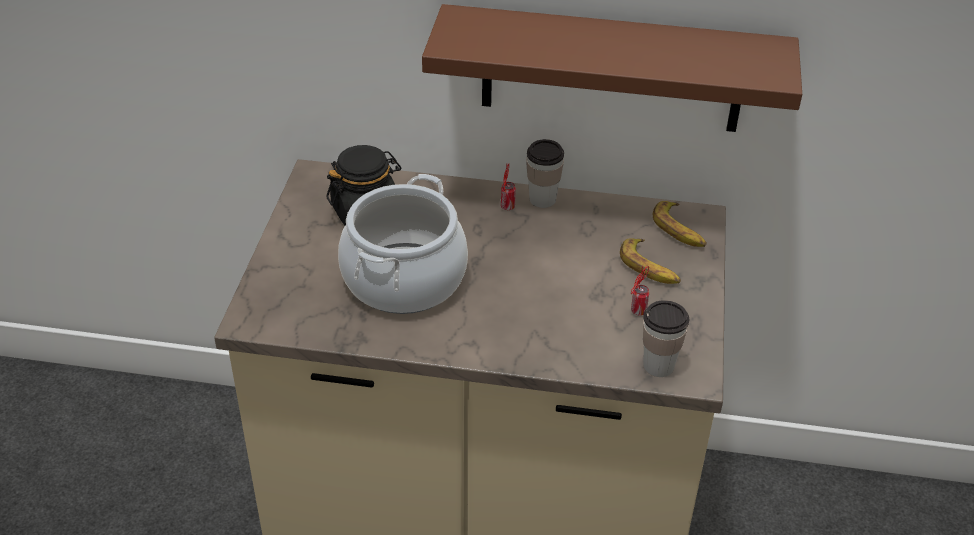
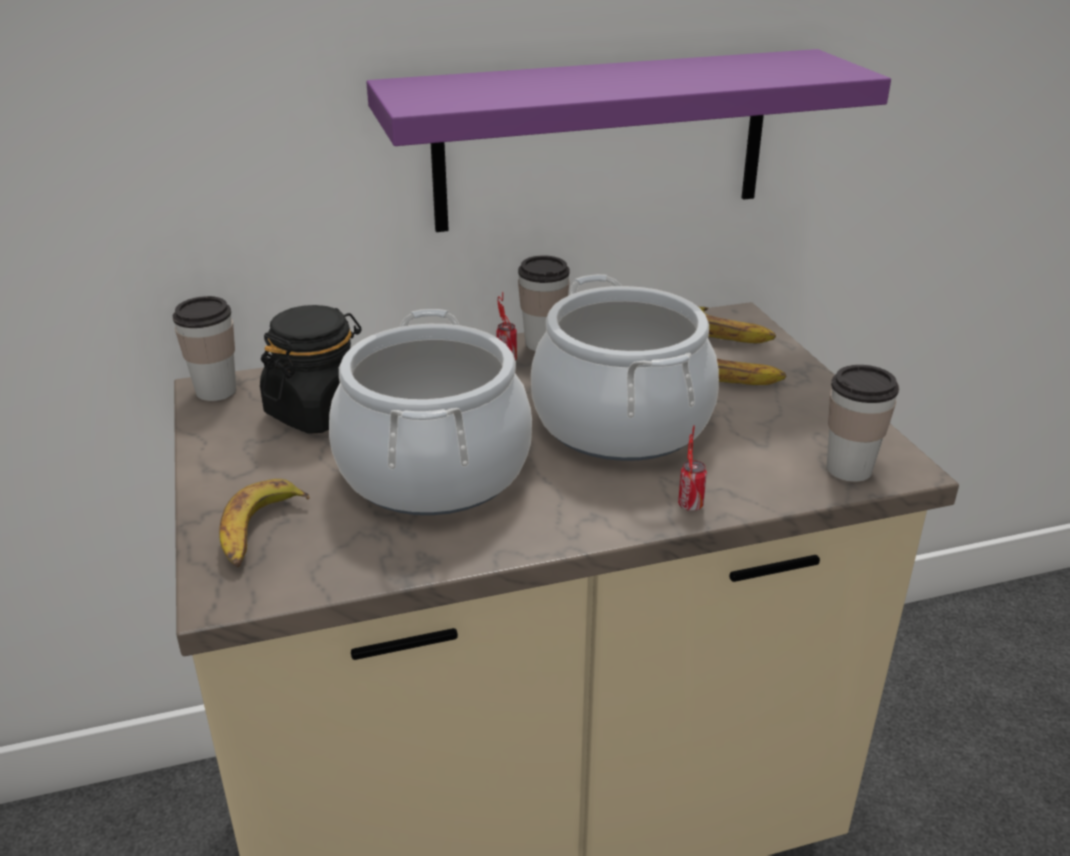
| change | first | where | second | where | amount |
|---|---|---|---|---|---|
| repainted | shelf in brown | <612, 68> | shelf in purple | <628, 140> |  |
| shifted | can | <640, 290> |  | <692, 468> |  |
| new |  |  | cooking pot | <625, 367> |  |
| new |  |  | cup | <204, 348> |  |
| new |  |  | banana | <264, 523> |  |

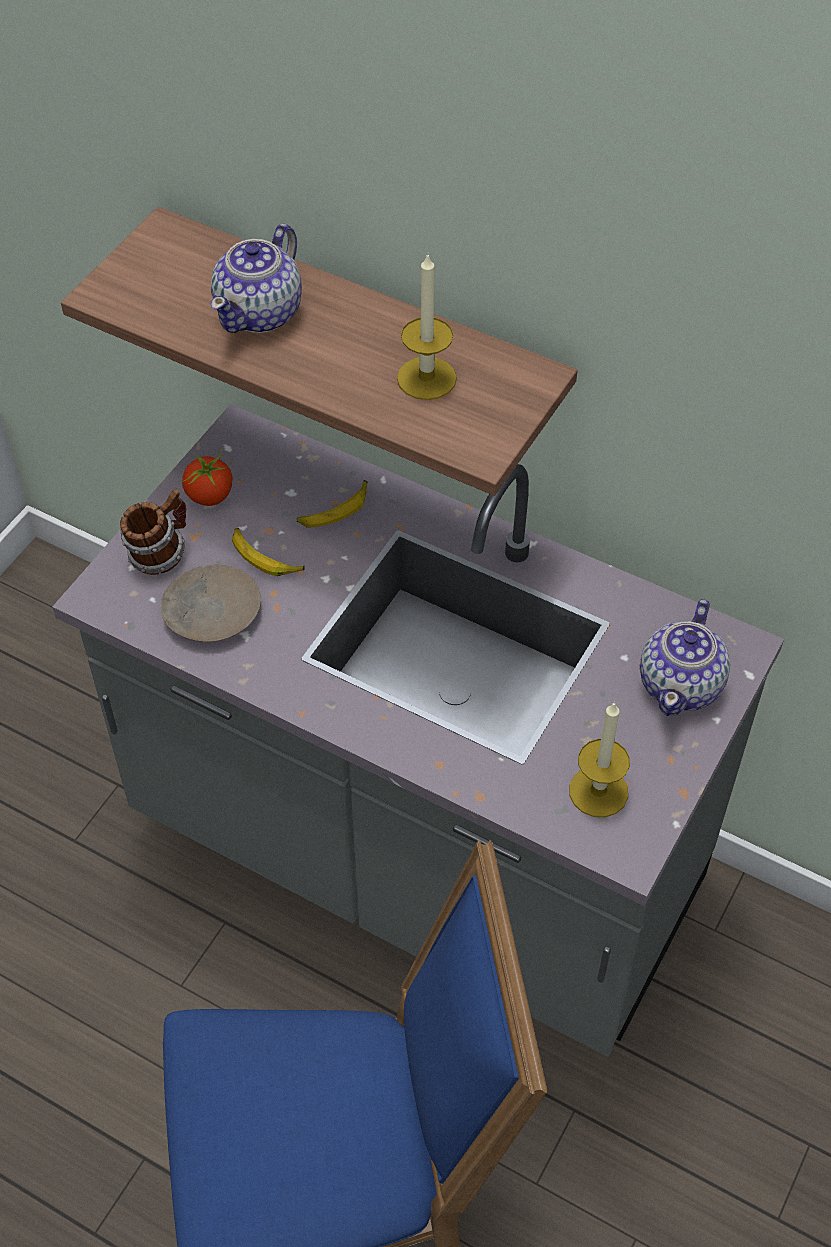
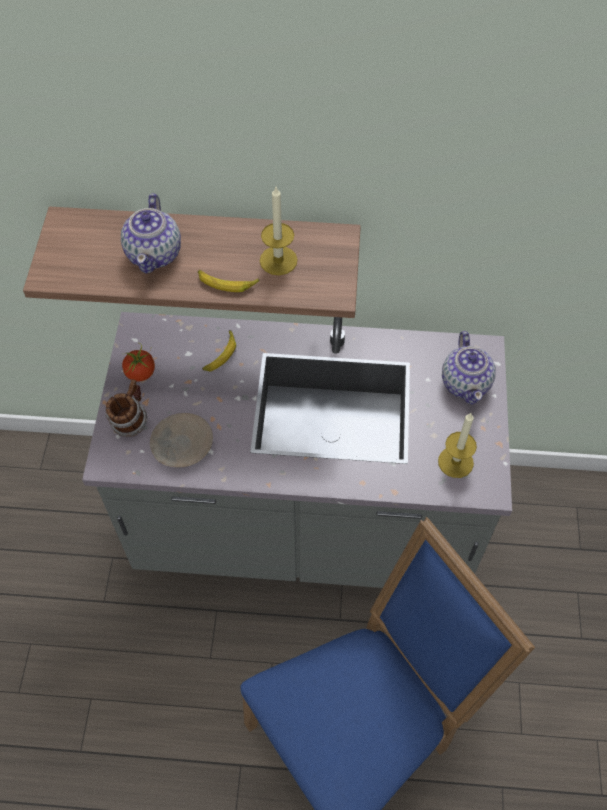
| change | first | where | second | where | amount |
|---|---|---|---|---|---|
| shifted | banana | <268, 552> |  | <229, 281> |  |

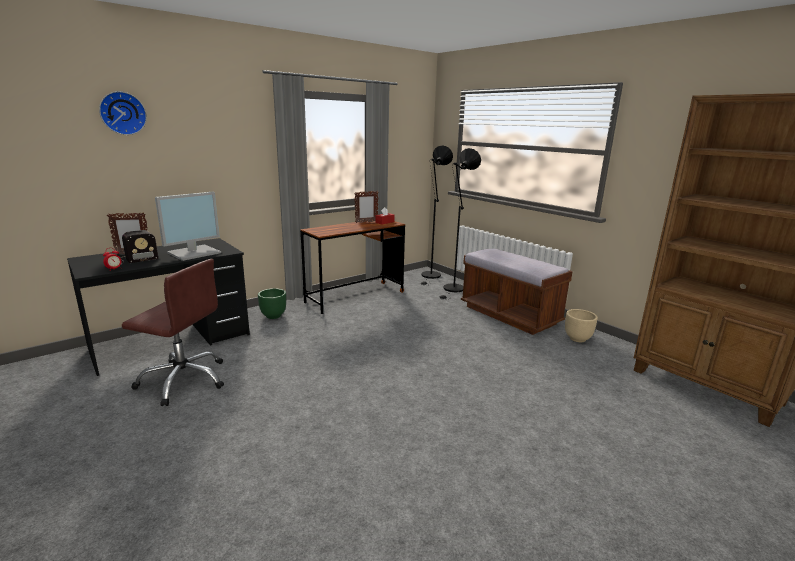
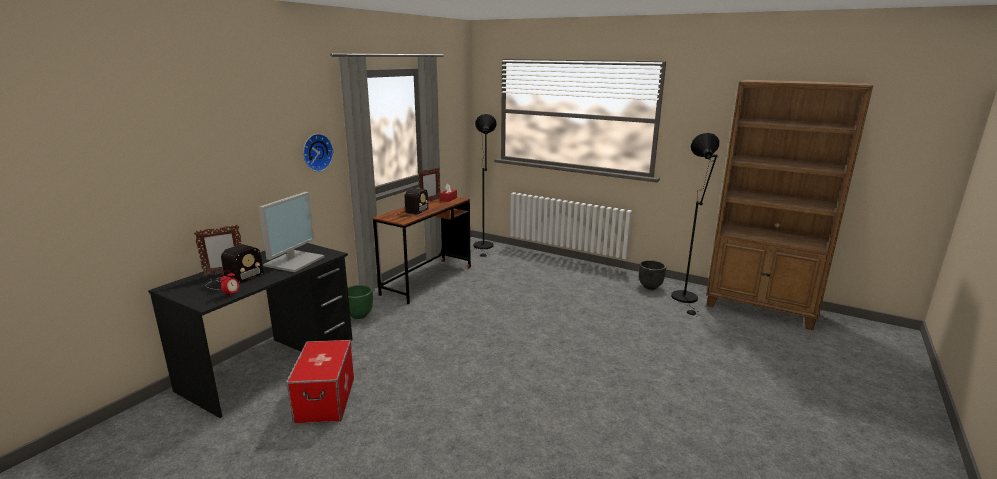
| change | first | where | second | where | amount |
|---|---|---|---|---|---|
| shifted | wall clock | <123, 113> |  | <318, 153> |  |
| shifted | floor lamp in black | <460, 224> |  | <695, 224> |  |
| gone | bench in brown | <517, 291> |  |  |  |
| swapped | office chair in brown | <173, 332> | storage box | <320, 382> |  |
| repainted | planter in beige | <581, 325> | planter in black | <652, 275> |  |
| new |  |  | radio | <412, 203> |  |

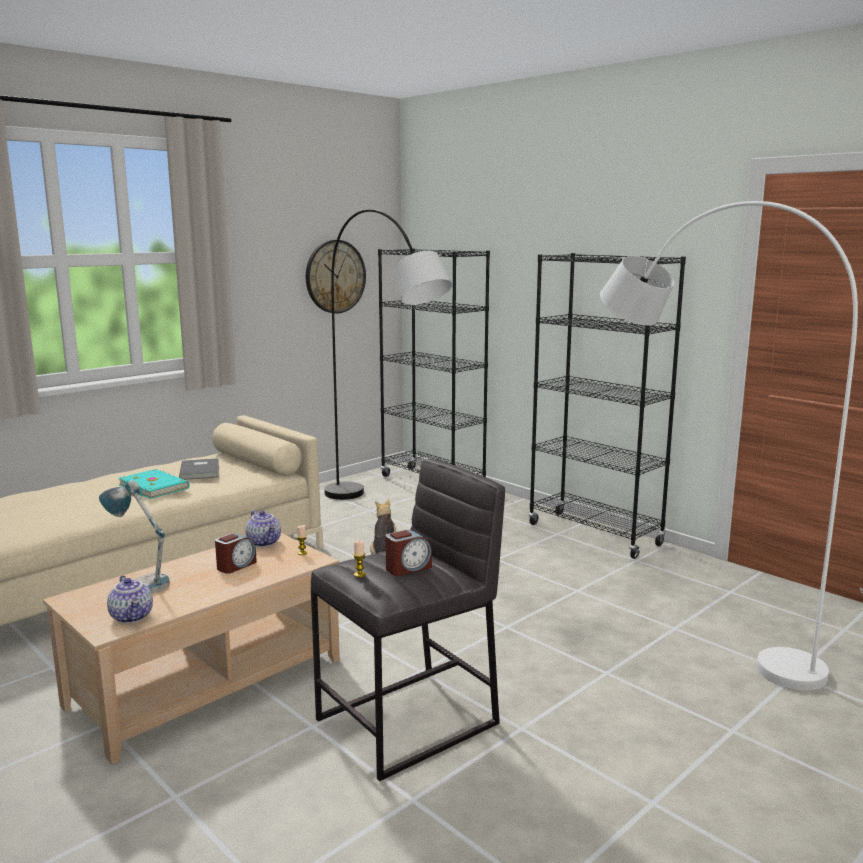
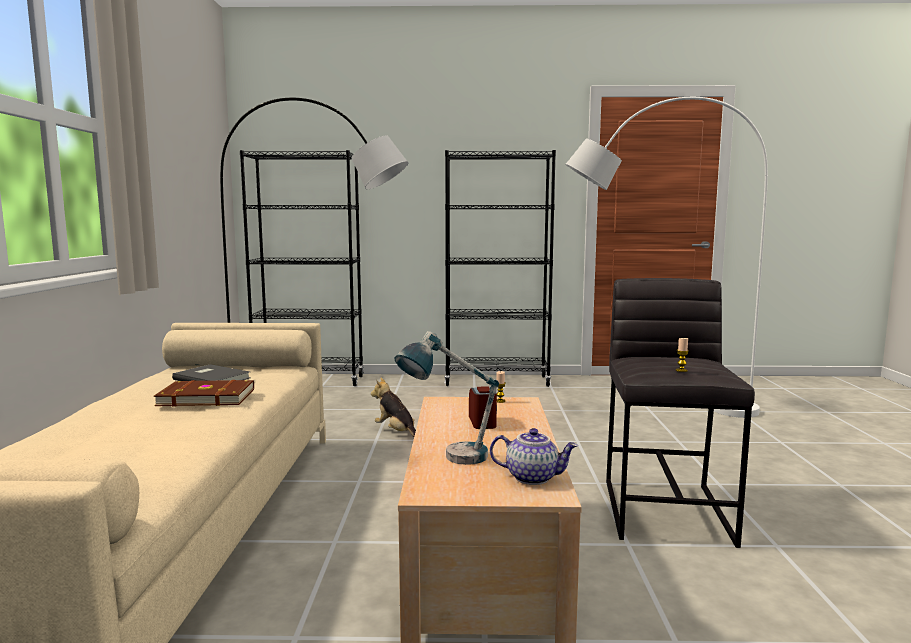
| change | first | where | second | where | amount |
|---|---|---|---|---|---|
| gone | wall clock | <336, 276> |  |  |  |
| repainted | book in turquoise | <154, 484> | book in brown | <204, 393> |  |
| gone | teapot | <263, 528> |  |  |  |
| gone | alarm clock | <408, 553> |  |  |  |

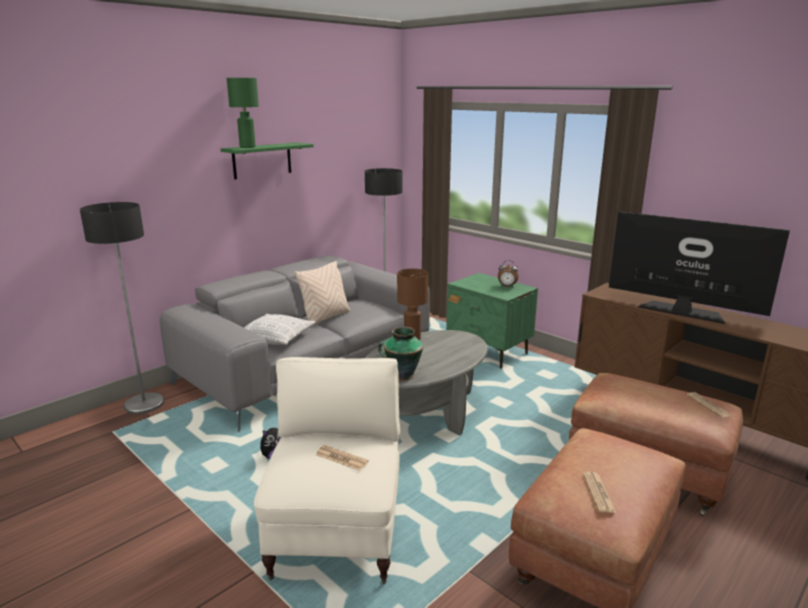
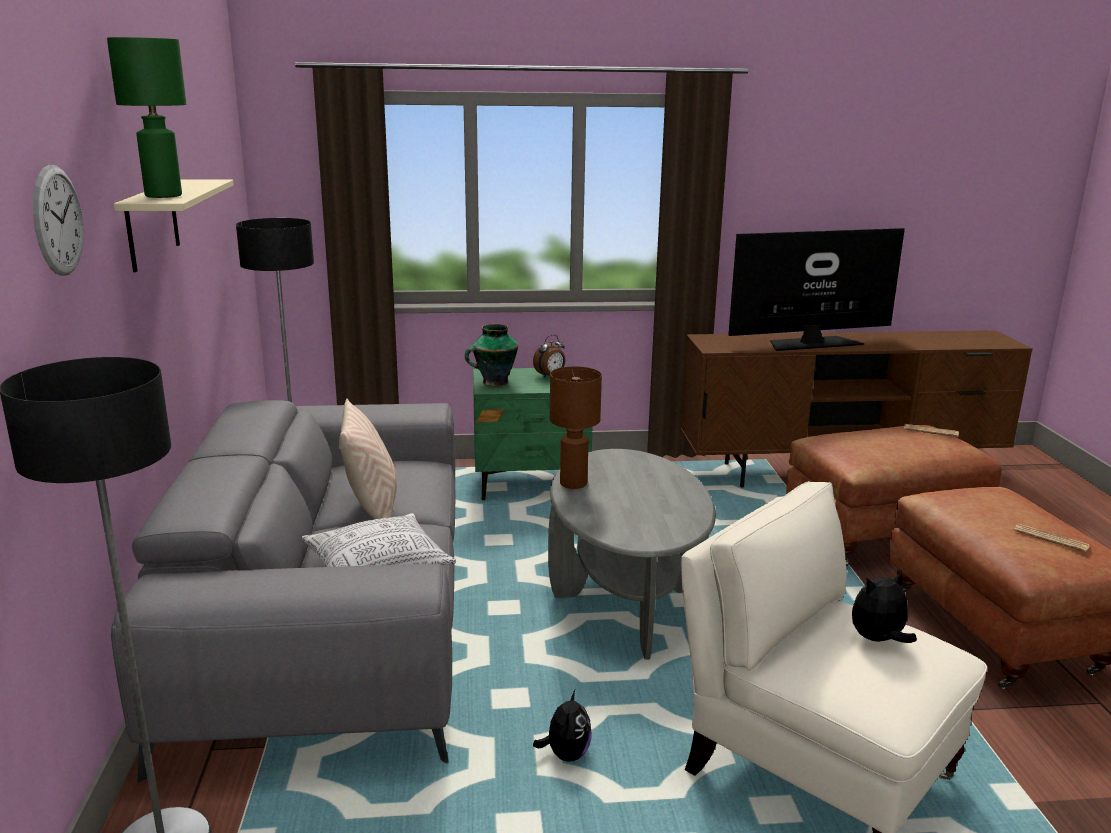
| change | first | where | second | where | amount |
|---|---|---|---|---|---|
| repainted | shelf in green | <267, 160> | shelf in beige | <174, 225> |  |
| shifted | vase | <400, 354> |  | <491, 355> |  |
| swapped | newspaper | <342, 458> | plush toy | <884, 607> |  |
| new |  |  | wall clock | <58, 220> |  |

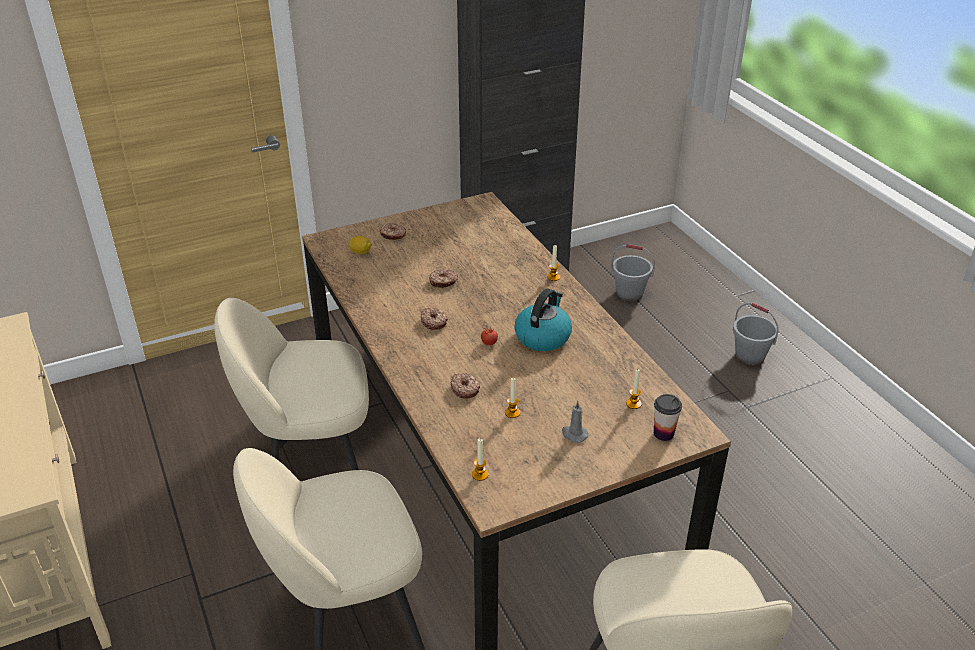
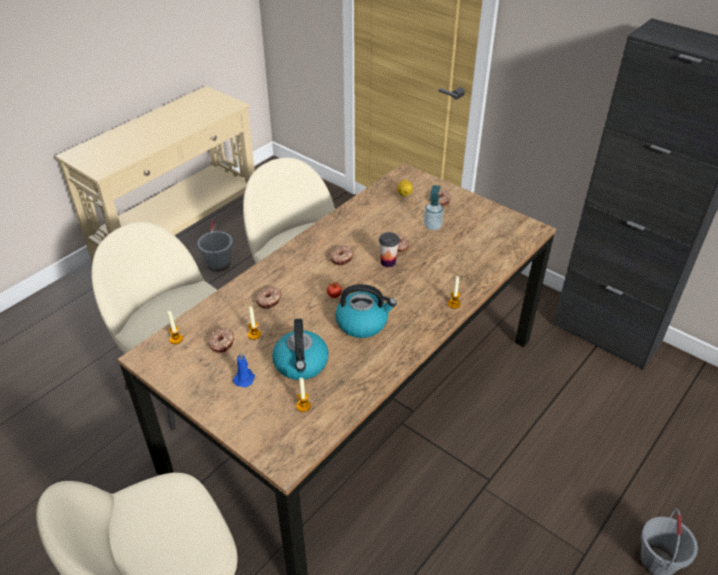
| change | first | where | second | where | amount |
|---|---|---|---|---|---|
| shifted | bucket in grey | <633, 272> |  | <215, 246> |  |
| shifted | cup | <668, 417> |  | <389, 249> |  |
| repainted | candle in grey | <575, 422> | candle in blue | <244, 369> |  |
| new |  |  | soap dispenser | <434, 207> |  |
| new |  |  | kettle | <300, 349> |  |
| new |  |  | donut | <221, 340> |  |

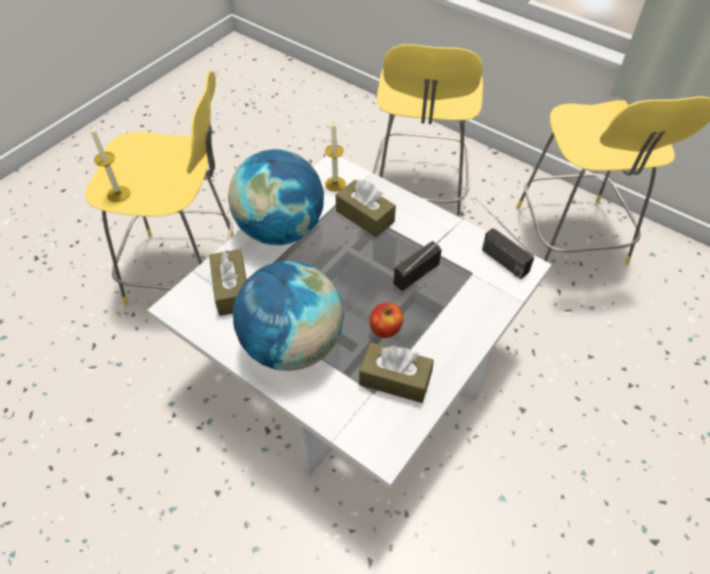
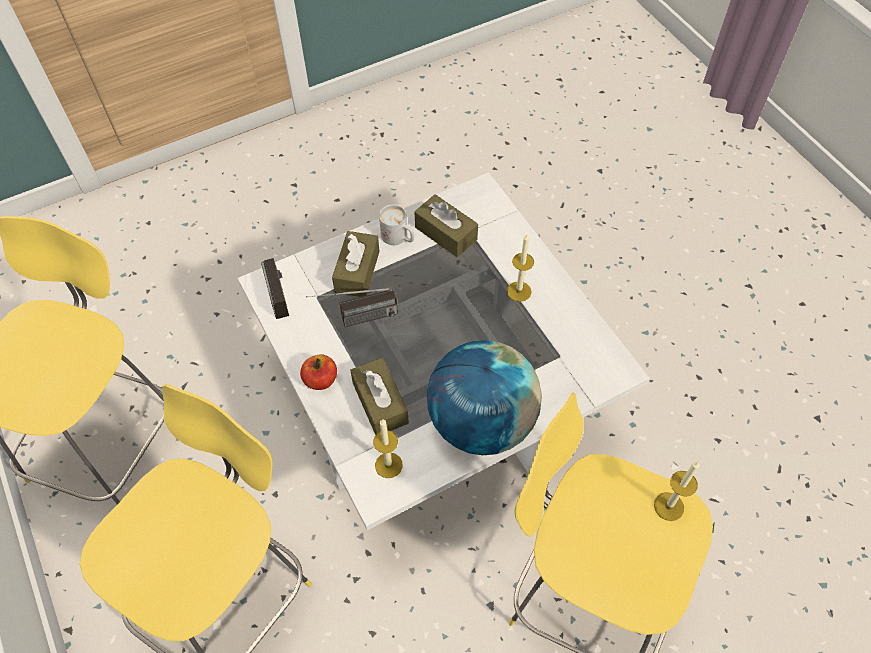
| change | first | where | second | where | amount |
|---|---|---|---|---|---|
| shifted | tissue box in brown | <227, 282> |  | <356, 264> |  |
| swapped | globe | <288, 316> | candle | <520, 268> |  |
| shifted | apple | <386, 320> |  | <318, 372> |  |
| new |  |  | mug in white | <396, 224> |  |

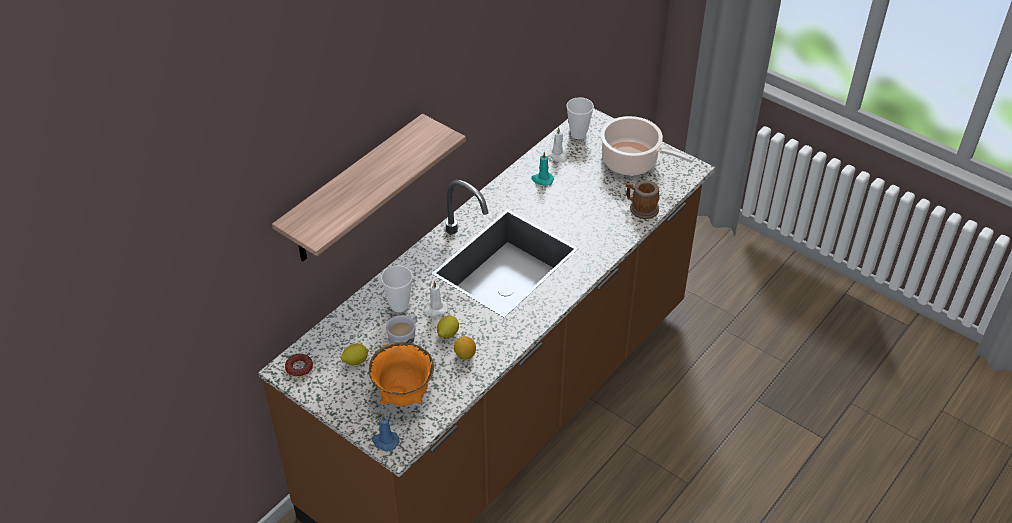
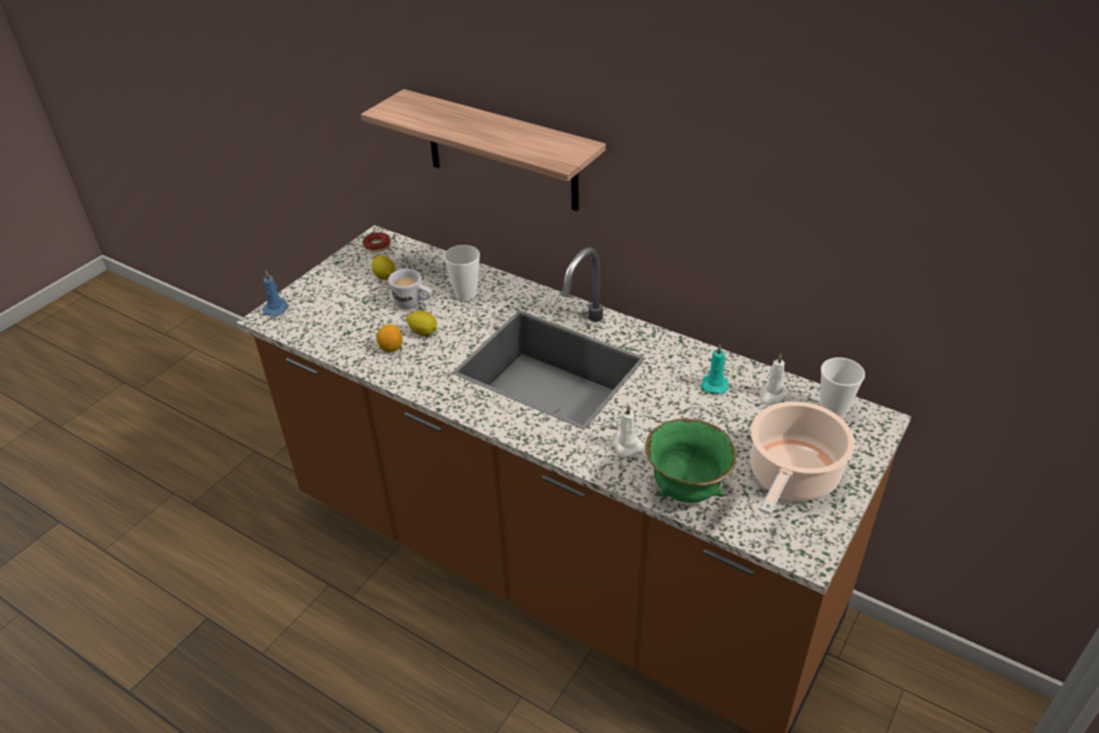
| change | first | where | second | where | amount |
|---|---|---|---|---|---|
| swapped | mug | <643, 200> | bowl in green | <691, 460> |  |
| shifted | candle in white | <435, 299> |  | <627, 430> |  |
| gone | bowl in orange | <401, 374> |  |  |  |

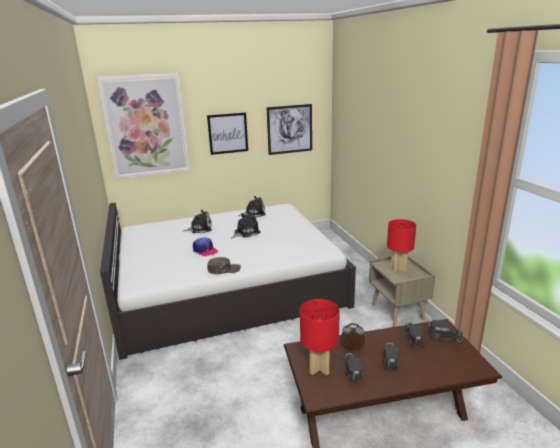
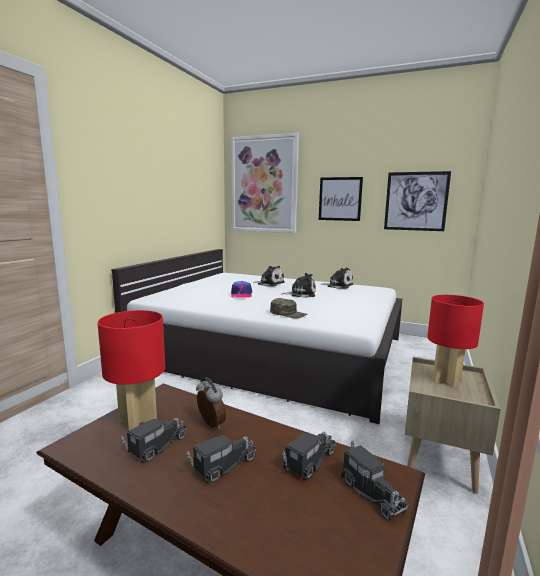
| change | first | where | second | where | amount |
|---|---|---|---|---|---|
| shifted | cap in green | <224, 265> |  | <288, 308> |  |

